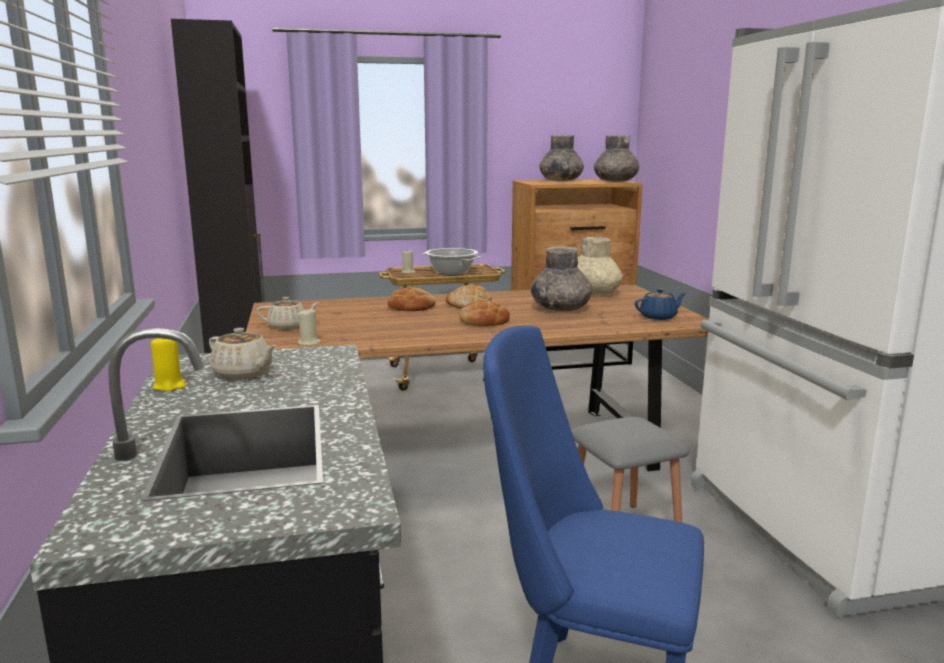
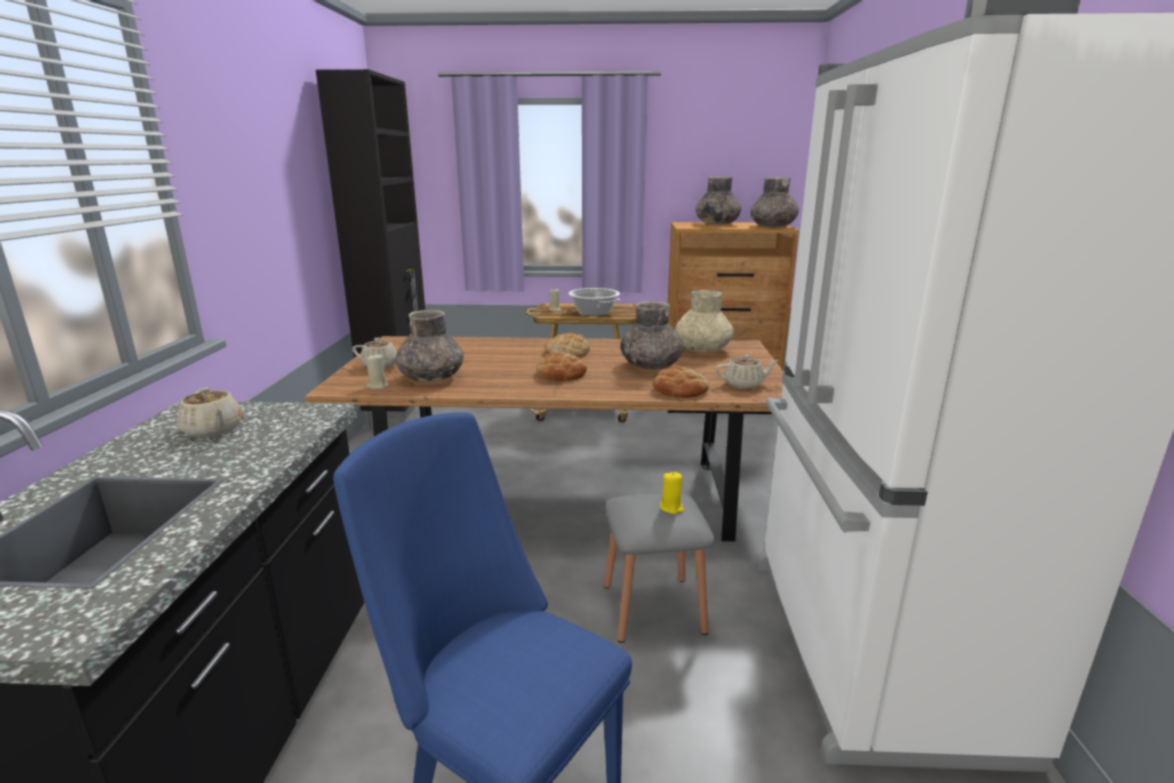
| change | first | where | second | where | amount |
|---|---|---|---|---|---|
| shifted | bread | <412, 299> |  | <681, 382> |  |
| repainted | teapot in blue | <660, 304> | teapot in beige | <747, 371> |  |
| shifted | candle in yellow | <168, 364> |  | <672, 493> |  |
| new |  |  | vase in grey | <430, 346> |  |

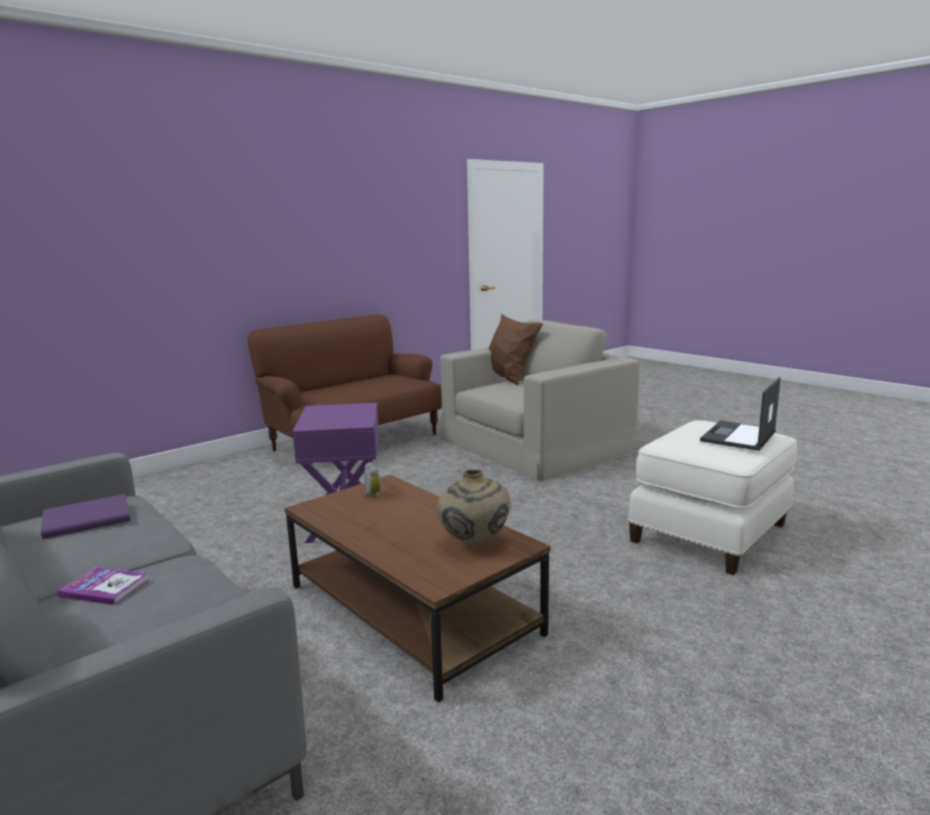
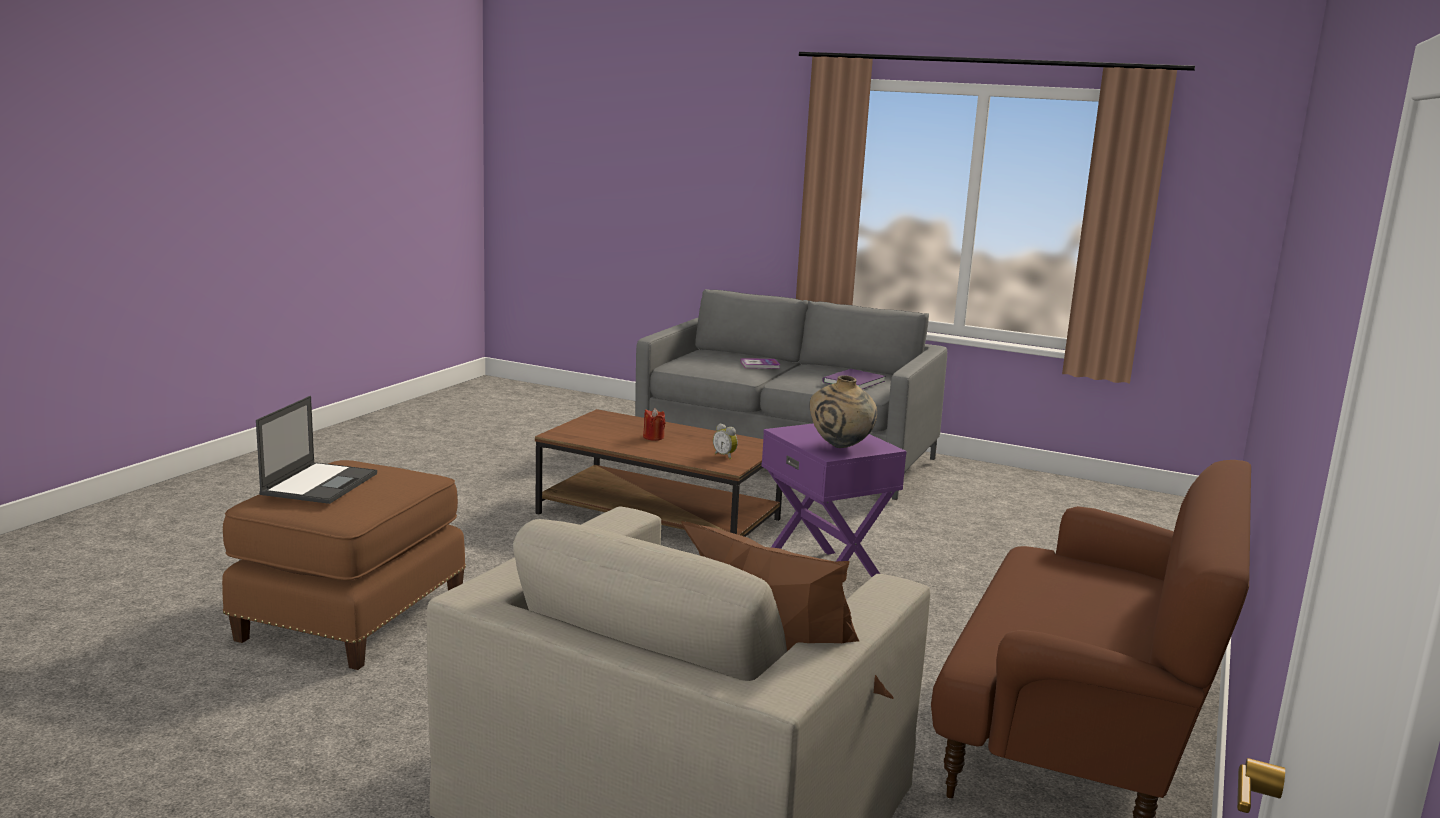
| change | first | where | second | where | amount |
|---|---|---|---|---|---|
| repainted | ottoman in white | <712, 497> | ottoman in brown | <344, 565> |  |
| shifted | vase in beige | <474, 507> |  | <843, 411> |  |
| new |  |  | candle in red | <654, 424> |  |

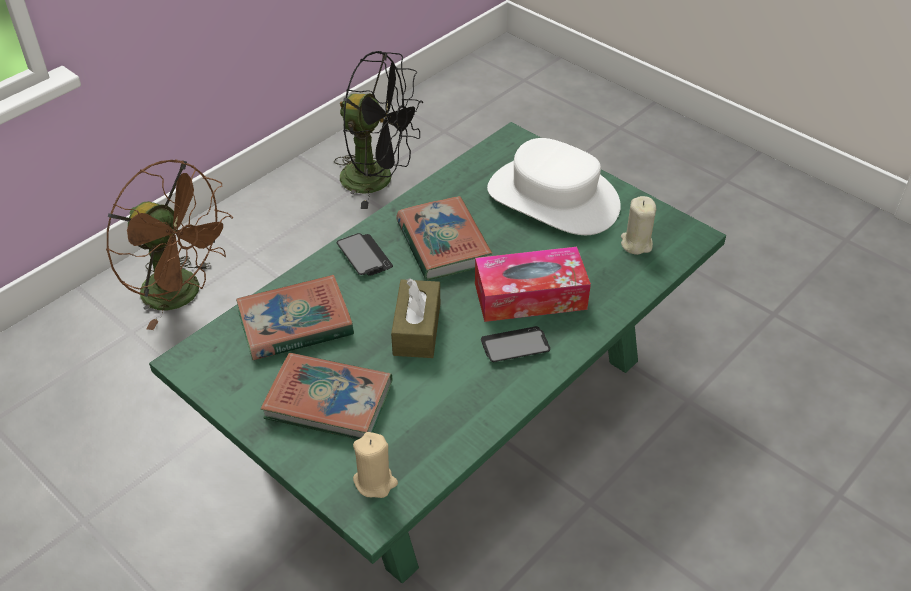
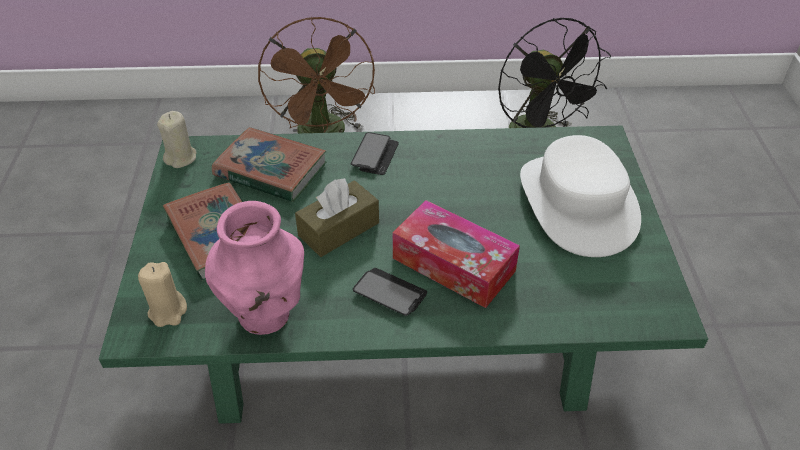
| change | first | where | second | where | amount |
|---|---|---|---|---|---|
| gone | book | <444, 238> |  |  |  |
| shifted | candle in beige | <638, 225> |  | <177, 139> |  |
| new |  |  | vase in pink | <254, 268> |  |

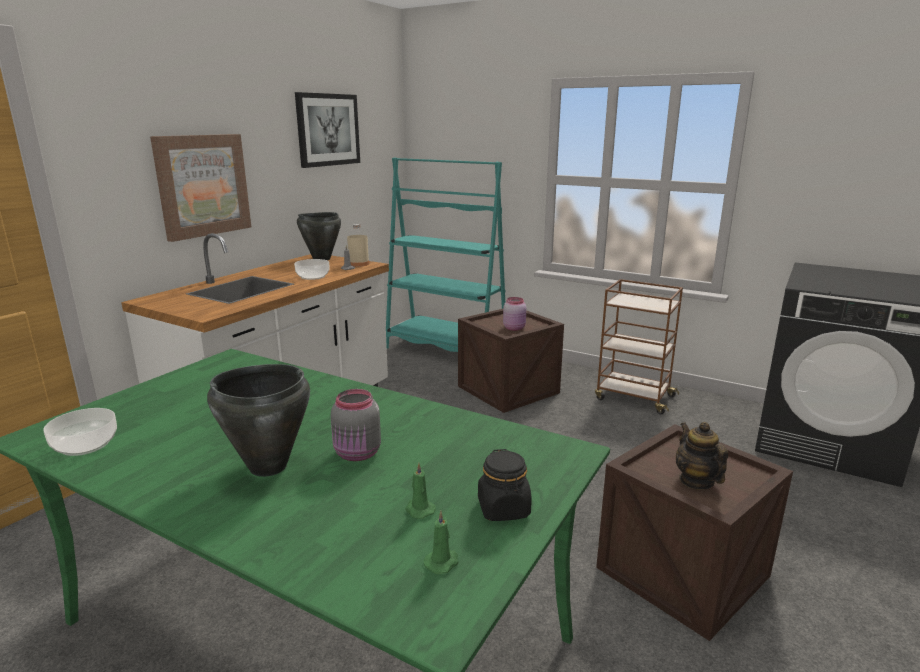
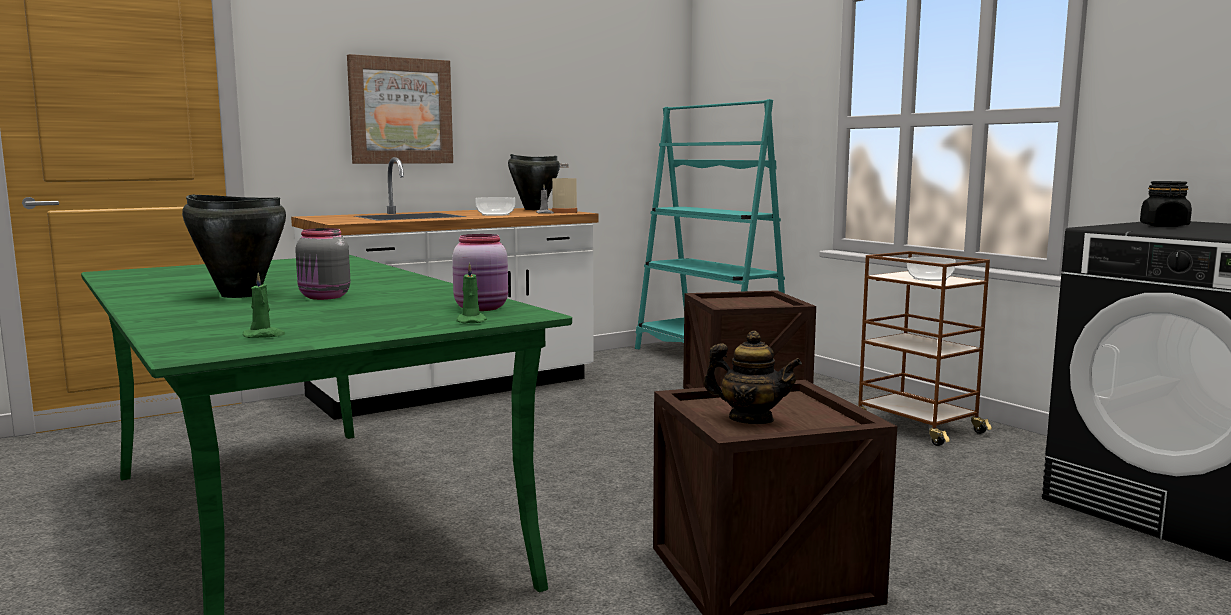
| change | first | where | second | where | amount |
|---|---|---|---|---|---|
| gone | picture | <327, 130> |  |  |  |
| shifted | jar in pink | <514, 314> |  | <480, 272> |  |
| shifted | bowl | <80, 432> |  | <931, 269> |  |
| rotated | teapot | <702, 456> |  | <753, 377> | 105 degrees clockwise |
| shifted | jar in black | <505, 485> |  | <1166, 204> |  |
| shifted | candle in green | <420, 491> |  | <471, 293> |  |

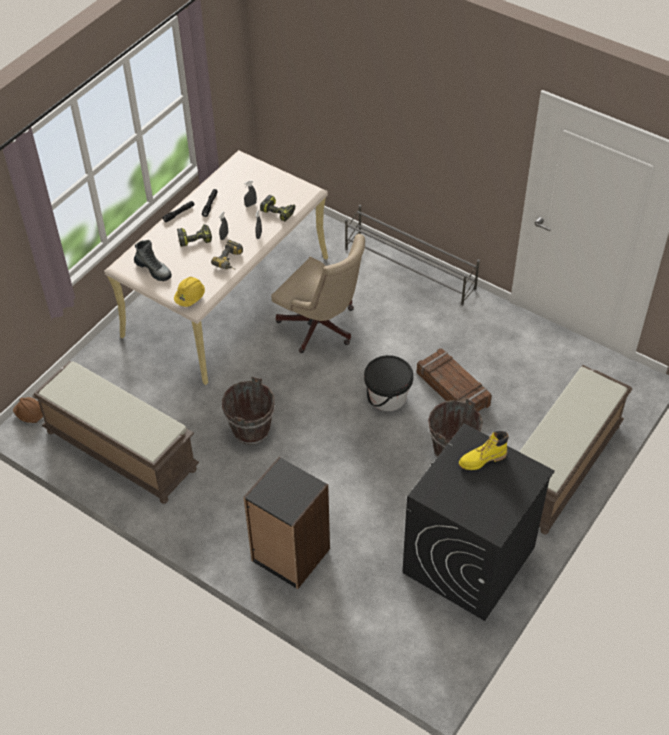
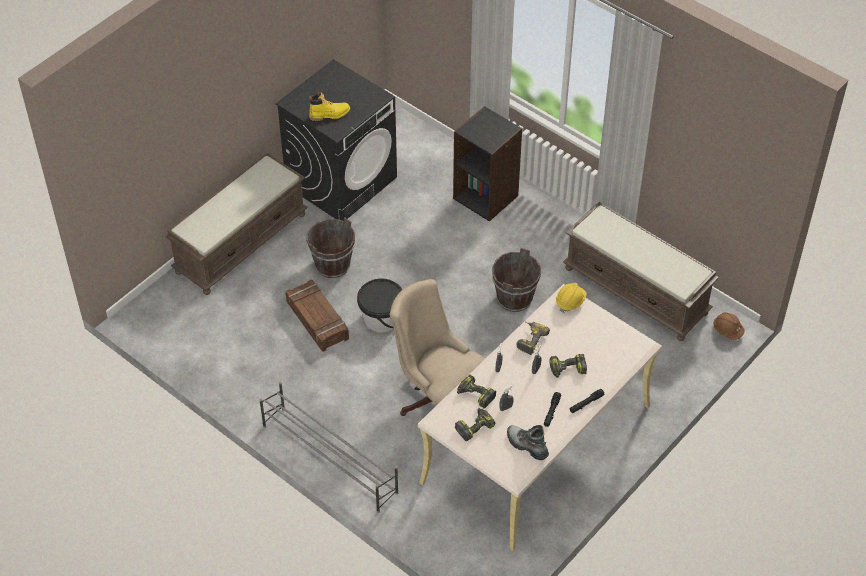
| change | first | where | second | where | amount |
|---|---|---|---|---|---|
| shifted | boot | <153, 260> |  | <528, 442> |  |
| new |  |  | power drill | <475, 424> |  |

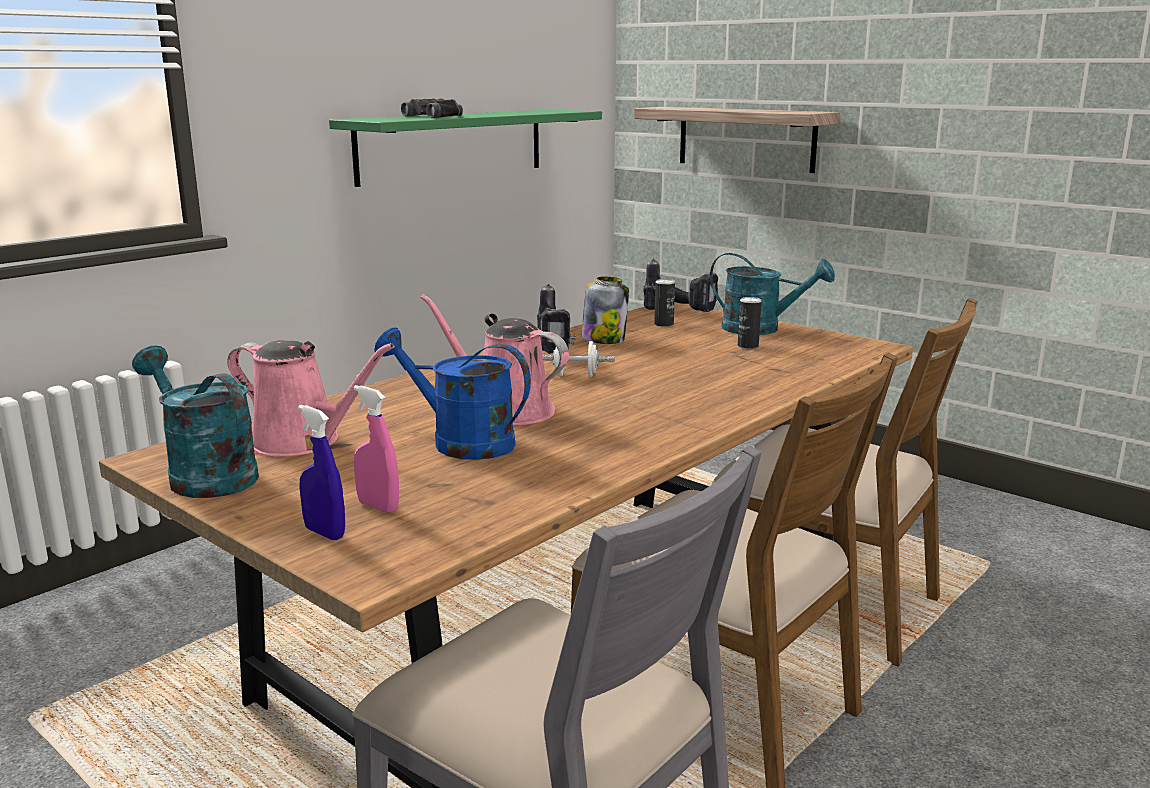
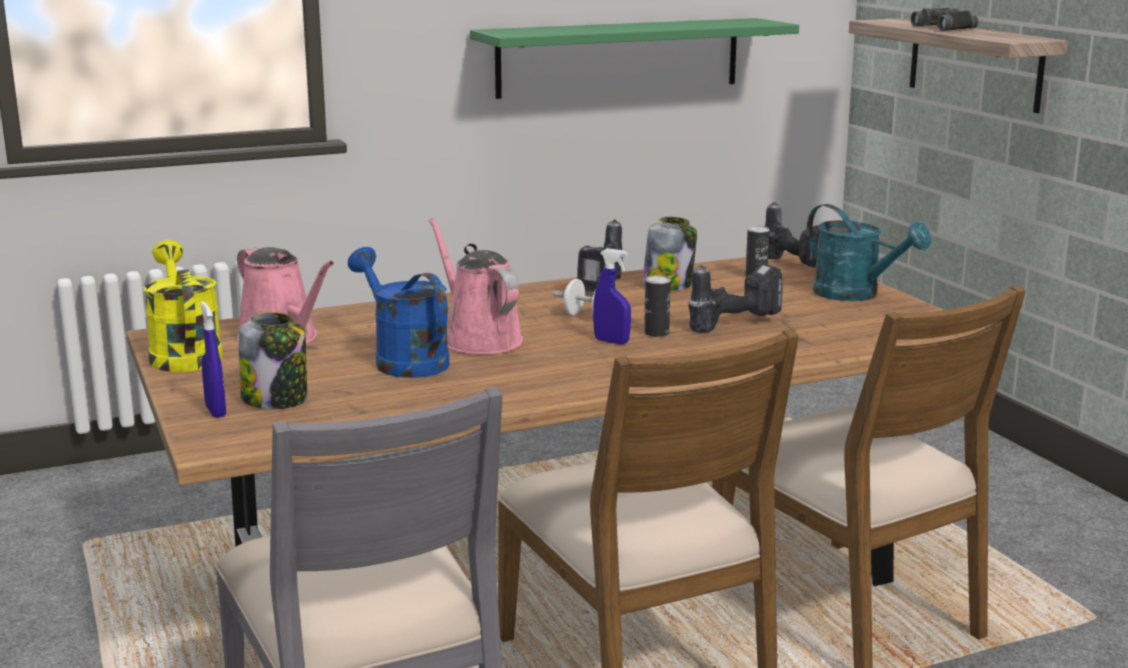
| change | first | where | second | where | amount |
|---|---|---|---|---|---|
| shifted | binoculars in black | <432, 108> |  | <944, 19> |  |
| shifted | can | <750, 323> |  | <657, 306> |  |
| repainted | watering can in turquoise | <195, 422> | watering can in yellow | <183, 306> |  |
| swapped | spray bottle in pink | <376, 449> | jar | <273, 360> |  |
| new |  |  | spray bottle in blue | <612, 296> |  |
| new |  |  | power drill | <735, 298> |  |

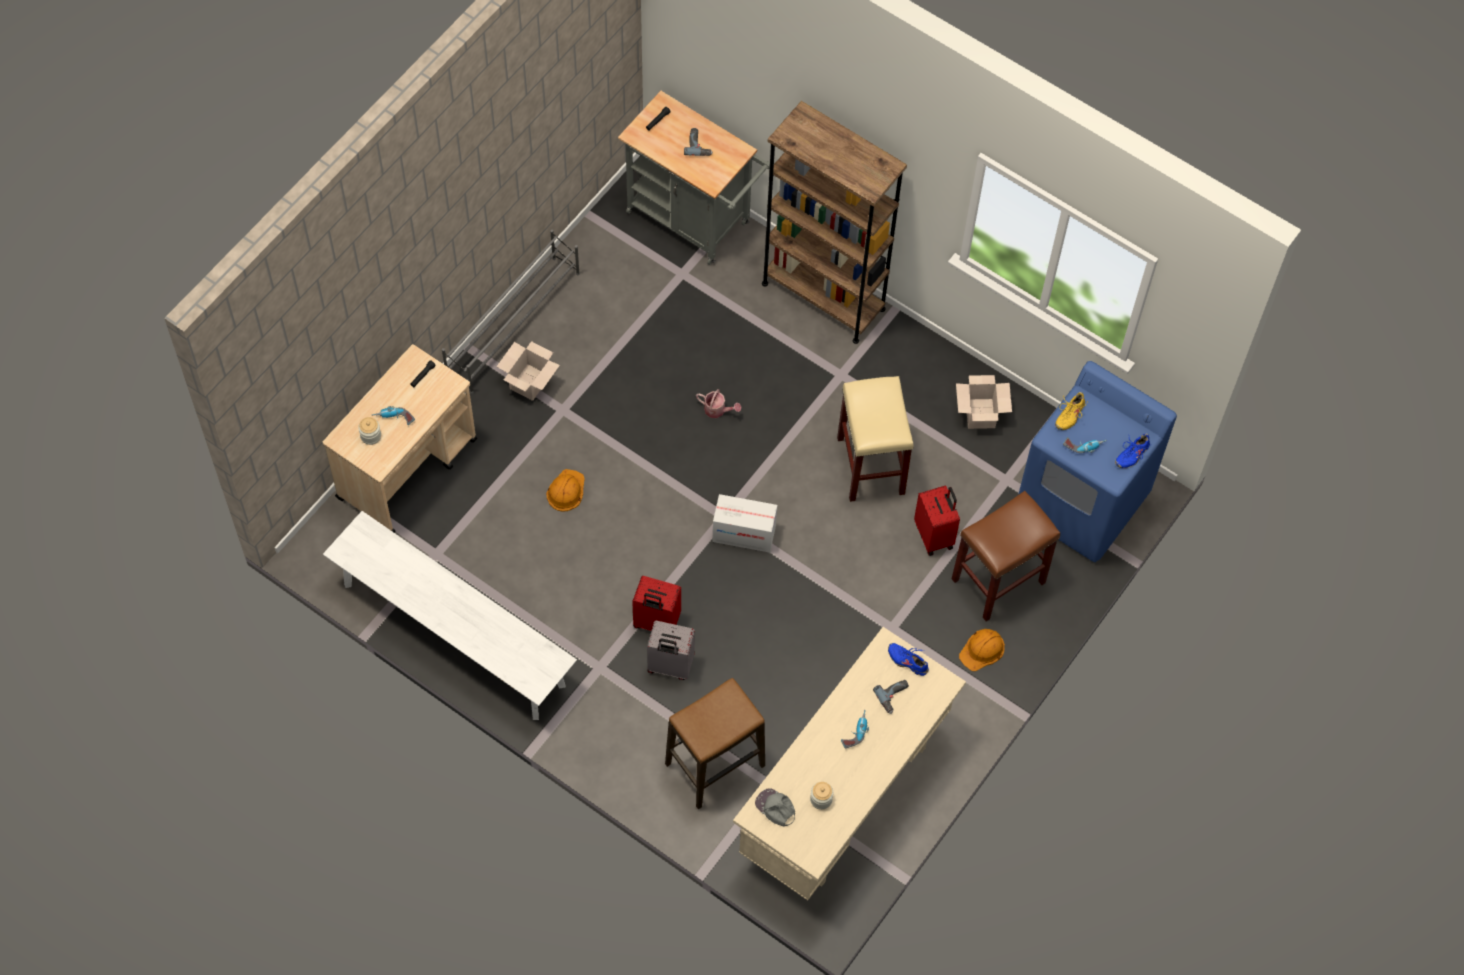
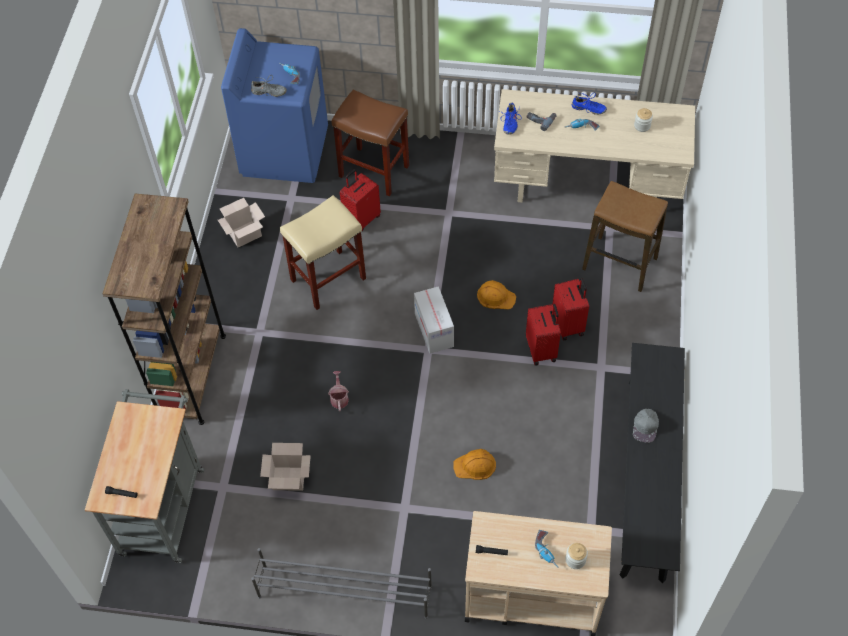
| change | first | where | second | where | amount |
|---|---|---|---|---|---|
| gone | power drill | <698, 142> |  |  |  |
| shifted | cardboard box | <528, 371> |  | <285, 467> |  |
| repainted | shoe in yellow | <1071, 411> | shoe in grey | <269, 86> |  |
| shifted | shoe in blue | <1133, 450> |  | <589, 103> |  |
| repainted | bench in white | <450, 615> | bench in black | <652, 463> |  |
| repainted | suitcase in grey | <671, 650> | suitcase in red | <570, 309> |  |
| shifted | hard hat in orange | <982, 650> |  | <496, 294> |  |
| shifted | cap in grey | <775, 807> |  | <646, 426> |  |

